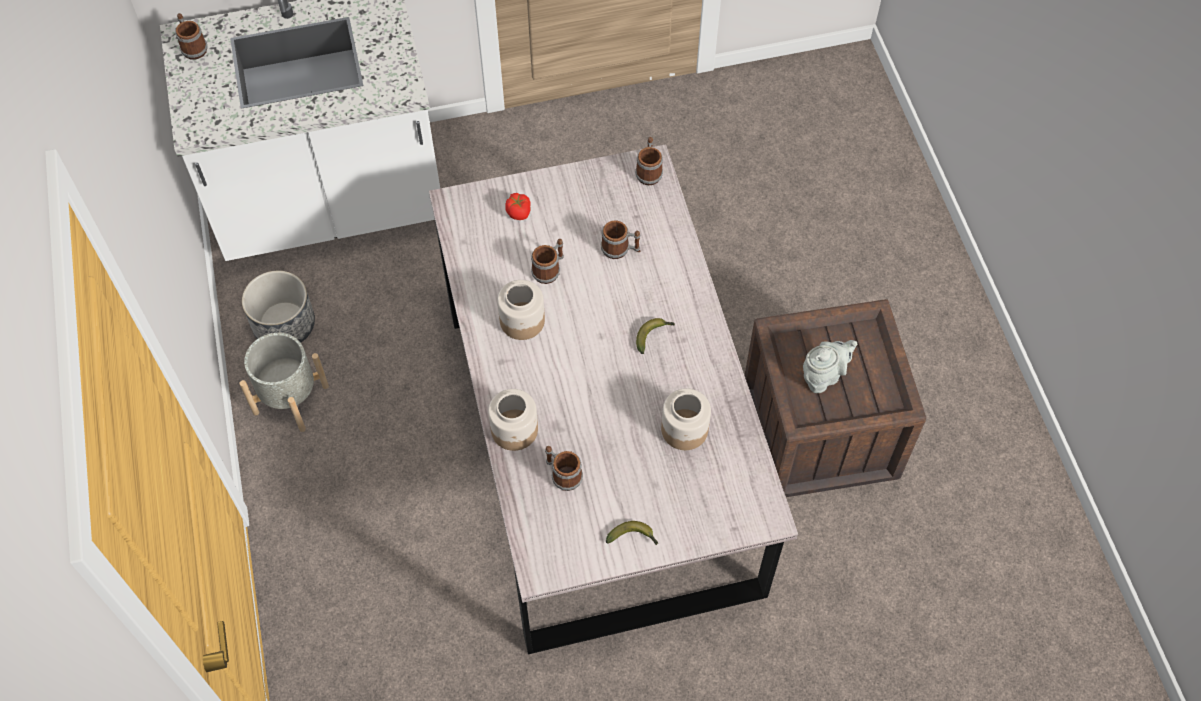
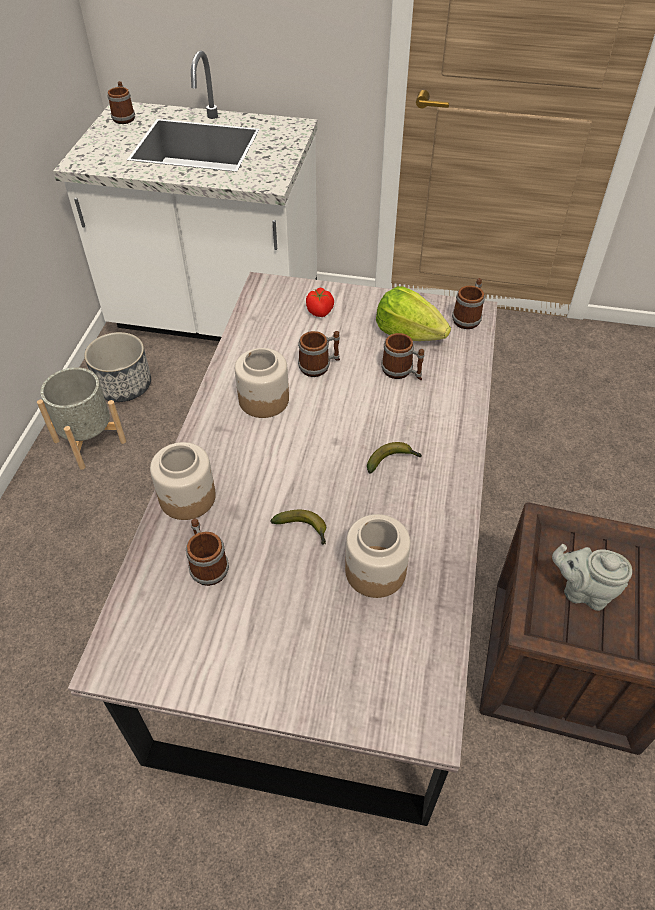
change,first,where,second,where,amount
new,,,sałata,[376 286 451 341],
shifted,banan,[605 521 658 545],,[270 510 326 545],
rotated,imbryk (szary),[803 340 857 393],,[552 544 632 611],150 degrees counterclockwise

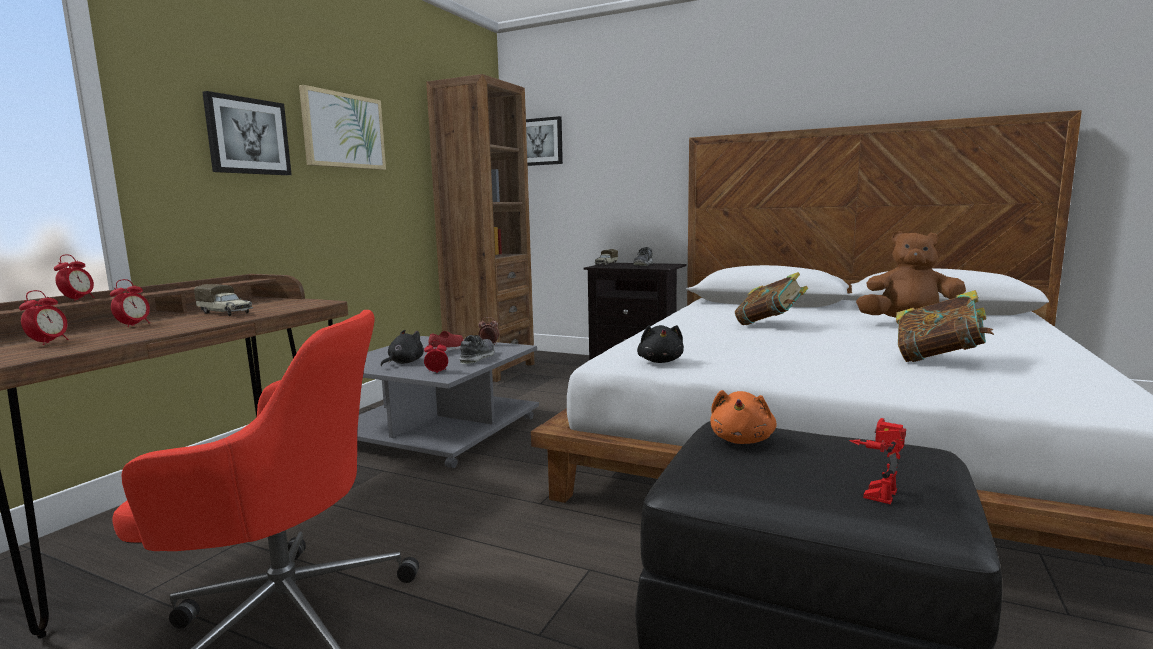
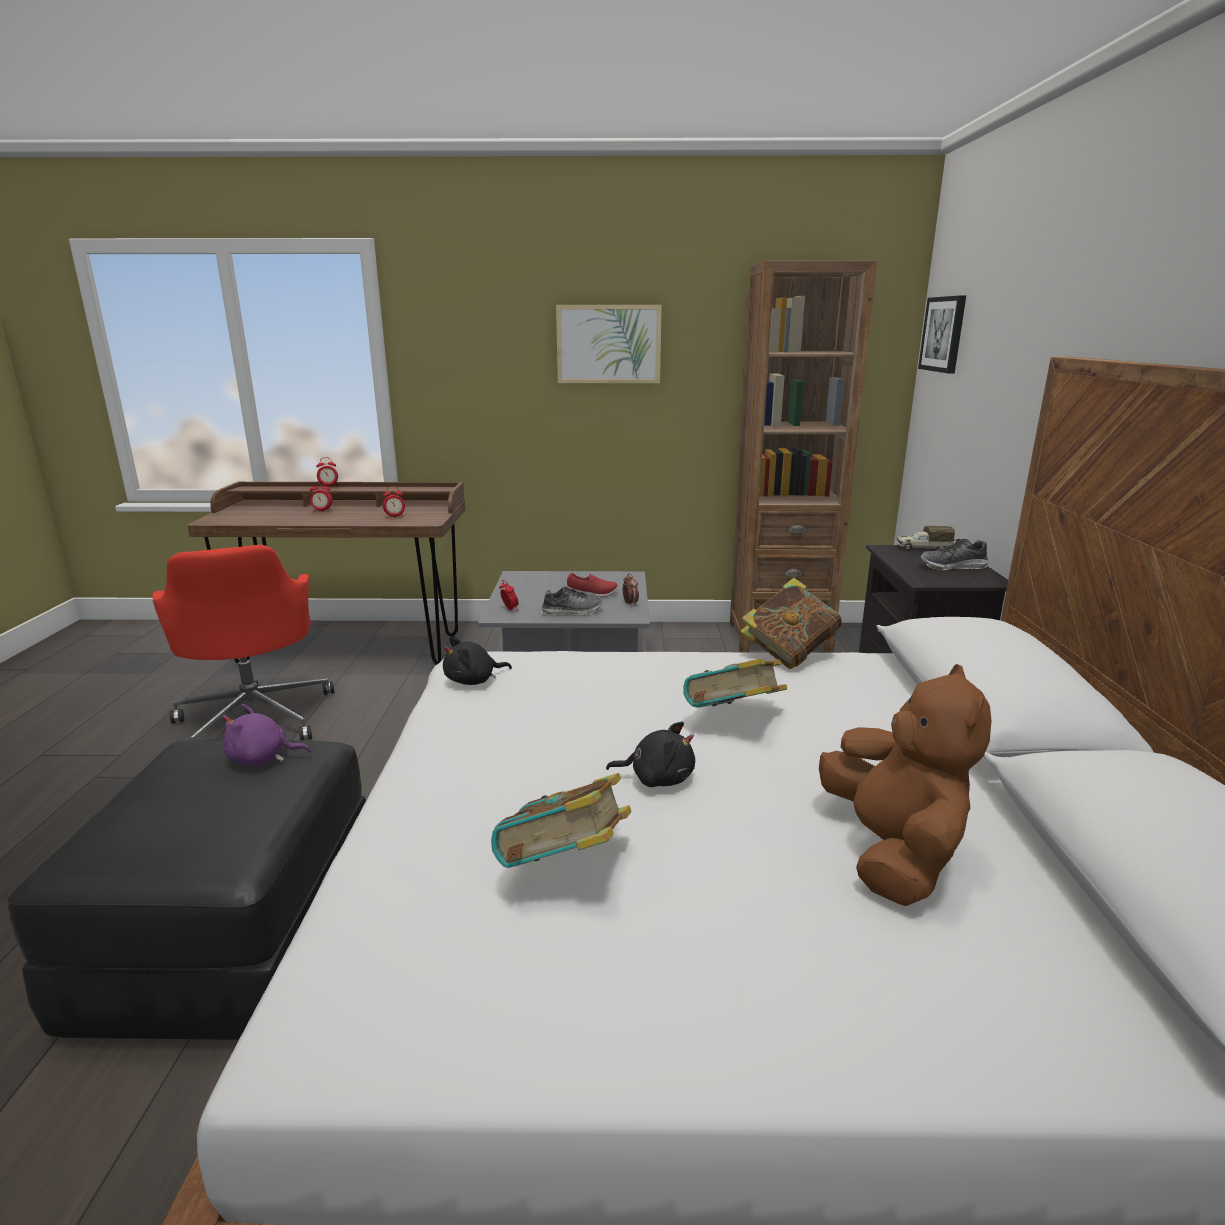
change,first,where,second,where,amount
gone,ciężarówka zabawkowa,[194 284 253 316],,,
gone,obraz,[202 91 292 175],,,
gone,robot zabawkowy,[849 418 906 504],,,
new,,,książka,[740 578 842 669],
shifted,budzik,[19 290 68 345],,[383 486 405 519],
shifted,pluszak (czarny),[380 330 424 366],,[606 721 695 787],
repainted,pluszak (pomarańczowy),[710 390 777 444],pluszak (fioletowy),[222 704 311 766],

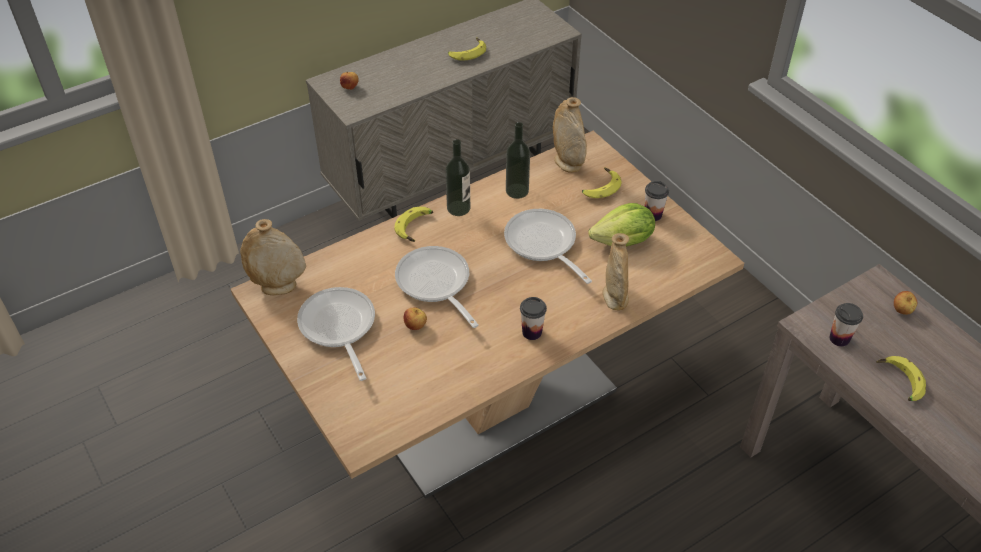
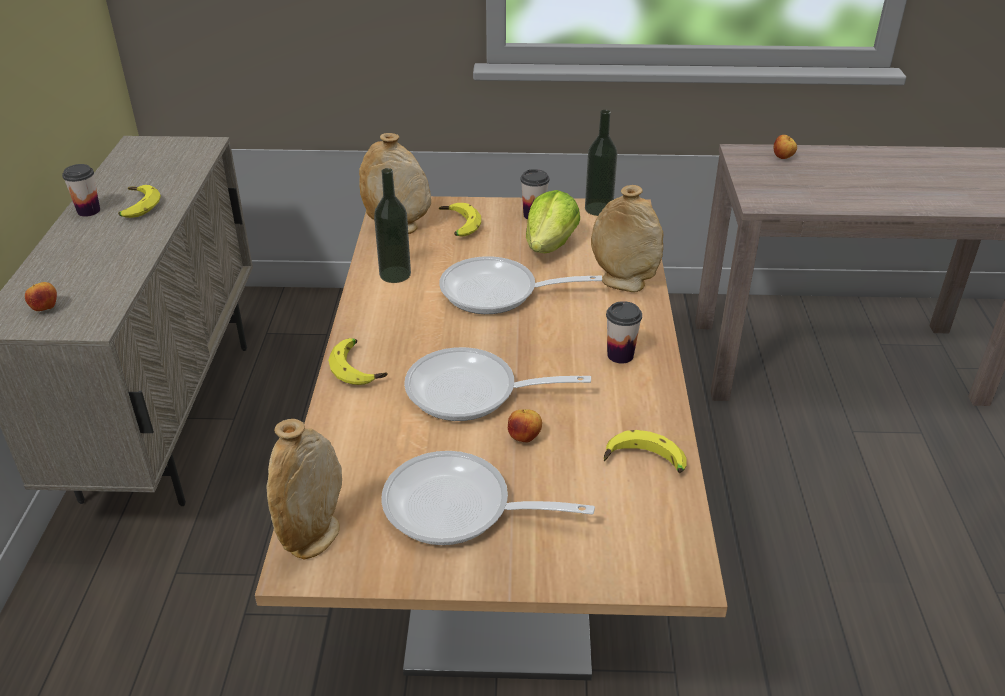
change,first,where,second,where,amount
shifted,butelka,[445 139 470 216],,[585 110 617 216],
shifted,filiżanka,[829 303 863 347],,[62 164 100 217],
shifted,banan,[876 356 926 401],,[604 430 687 473],

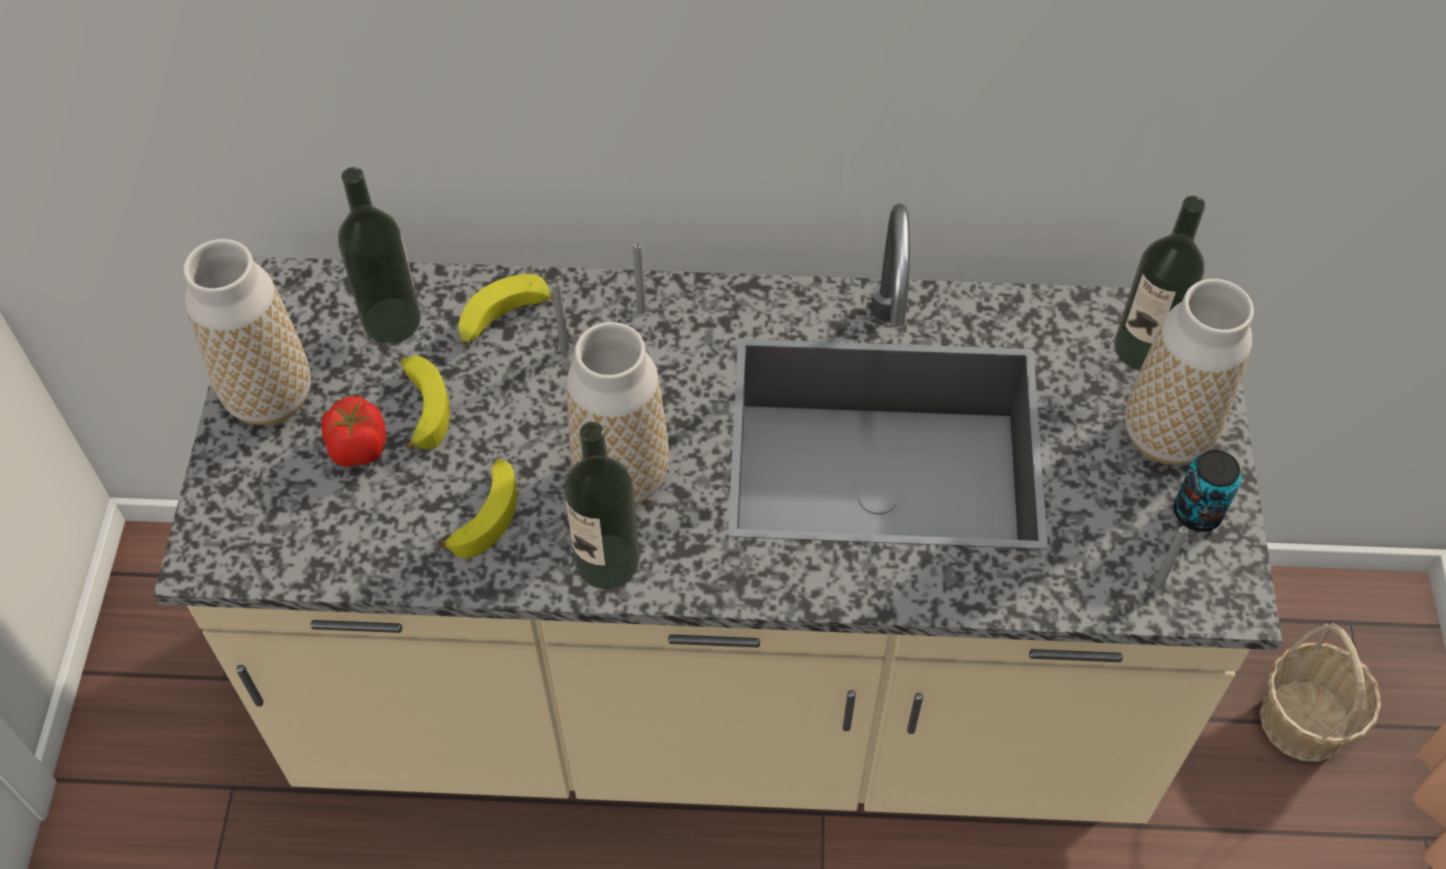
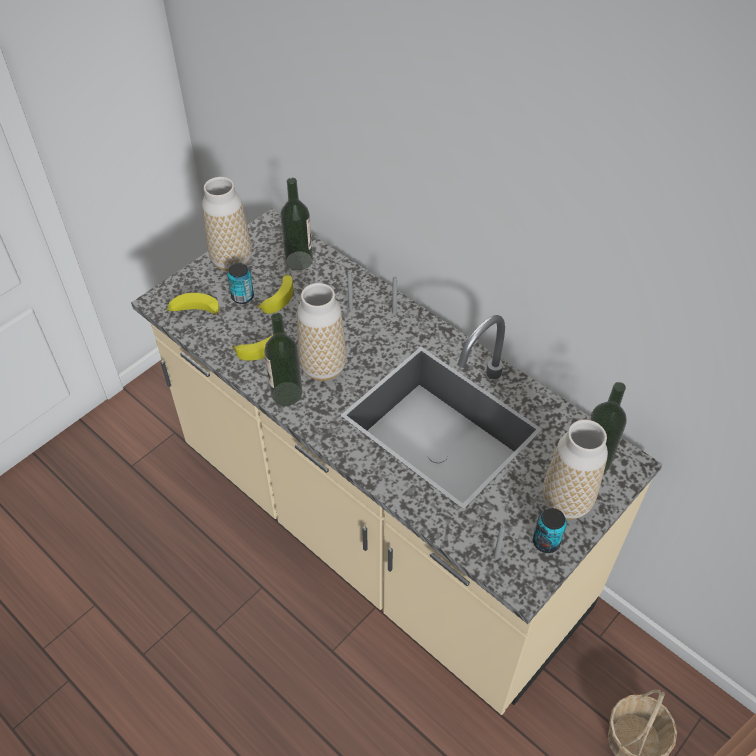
change,first,where,second,where,amount
shifted,banan,[458 274 554 345],,[167 293 220 315],
swapped,pomidor,[321 396 386 467],puszka,[227 263 254 304],

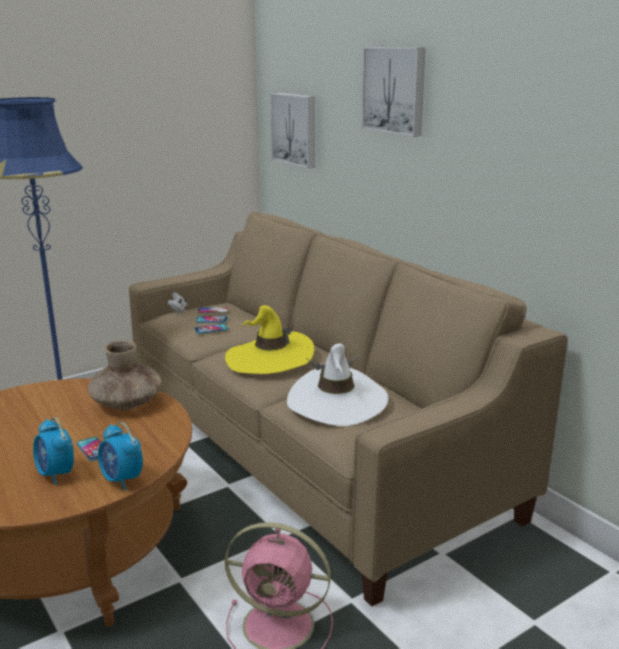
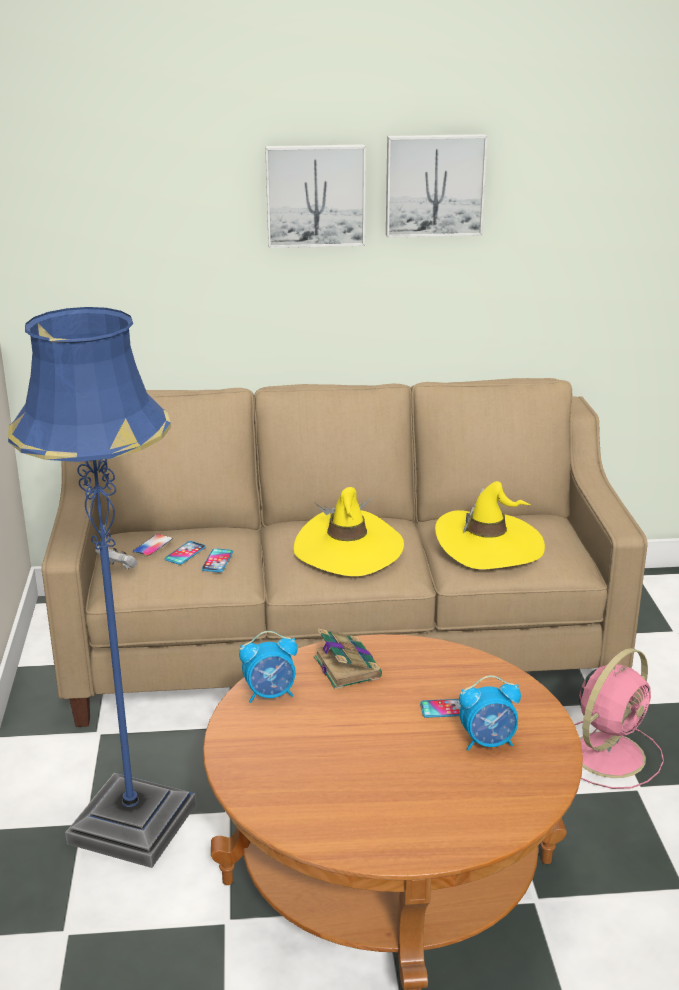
change,first,where,second,where,amount
shifted,budzik,[98 422 143 491],,[239 631 298 703],
shifted,obraz,[270 93 315 168],,[386 134 488 238],
swapped,wazon (brązowy),[88 340 162 410],książka,[314 628 382 689],
repainted,kapelusz (biały),[287 344 388 426],kapelusz (żółty),[435 481 545 569],

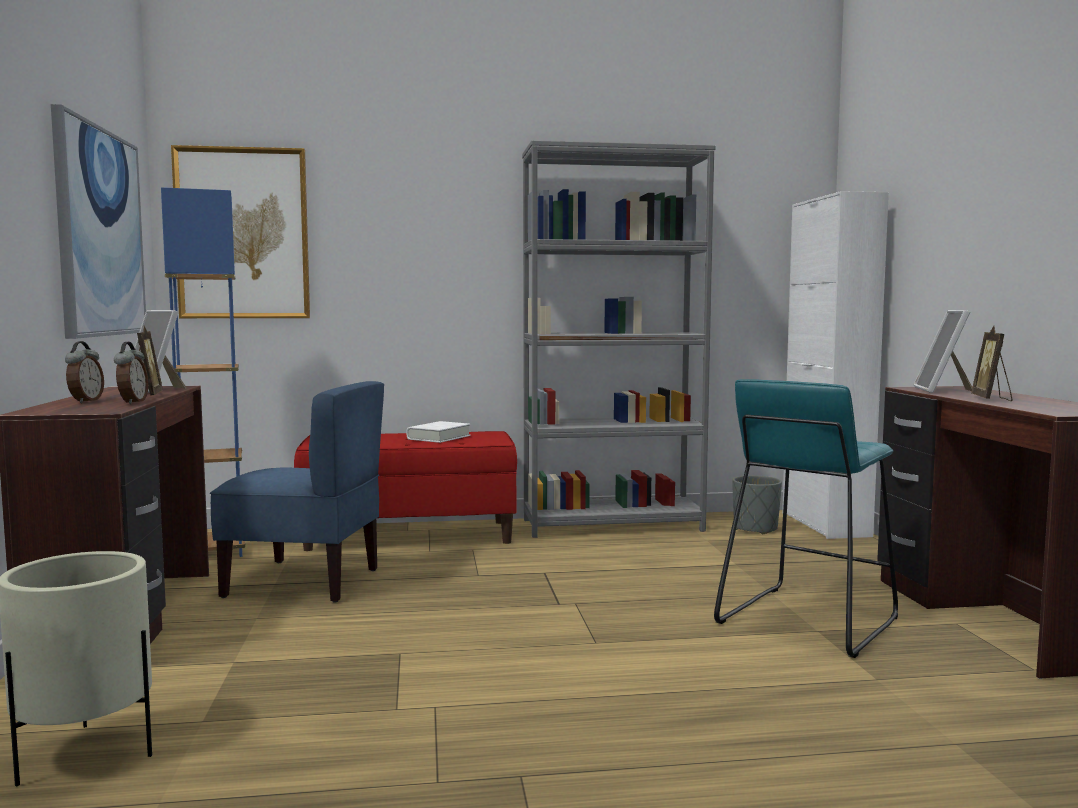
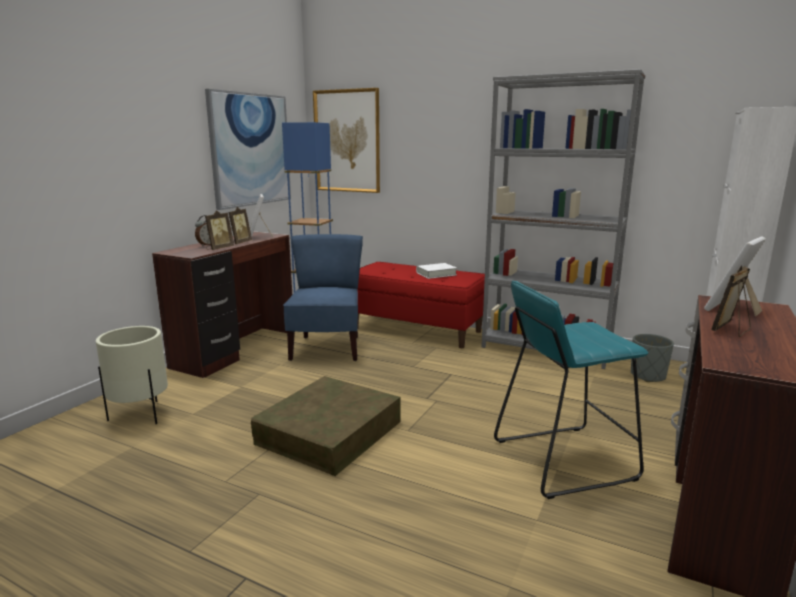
change,first,where,second,where,amount
new,,,pojemnik do przechowywania (brązowy),[251 376 401 476],
swapped,budzik,[114 342 148 404],ramka na zdjęcie,[205 210 234 250],
rotated,krzesło (niebieski),[210 381 384 603],,[283 234 363 361],135 degrees counterclockwise

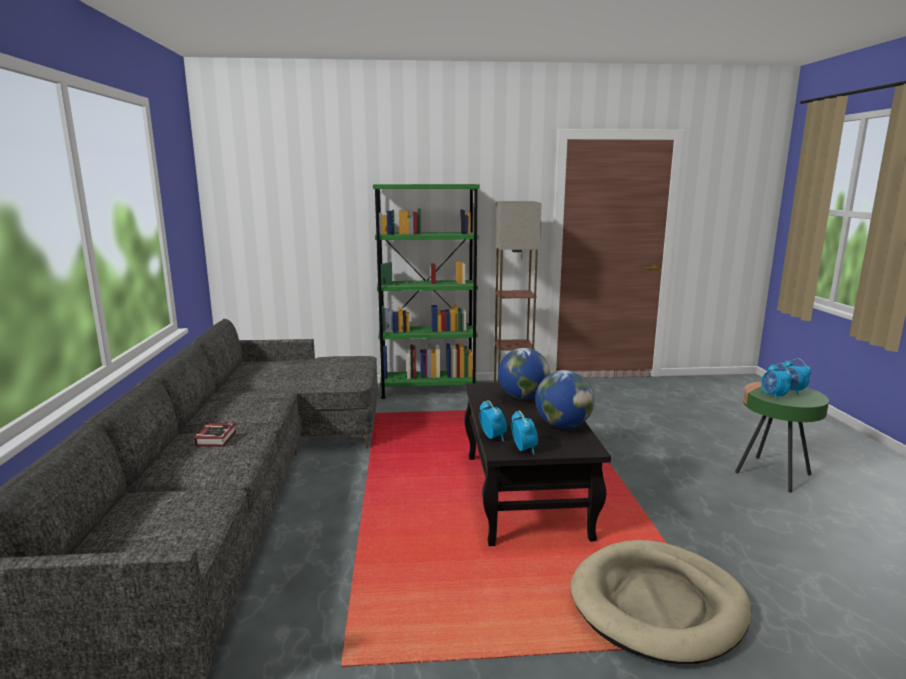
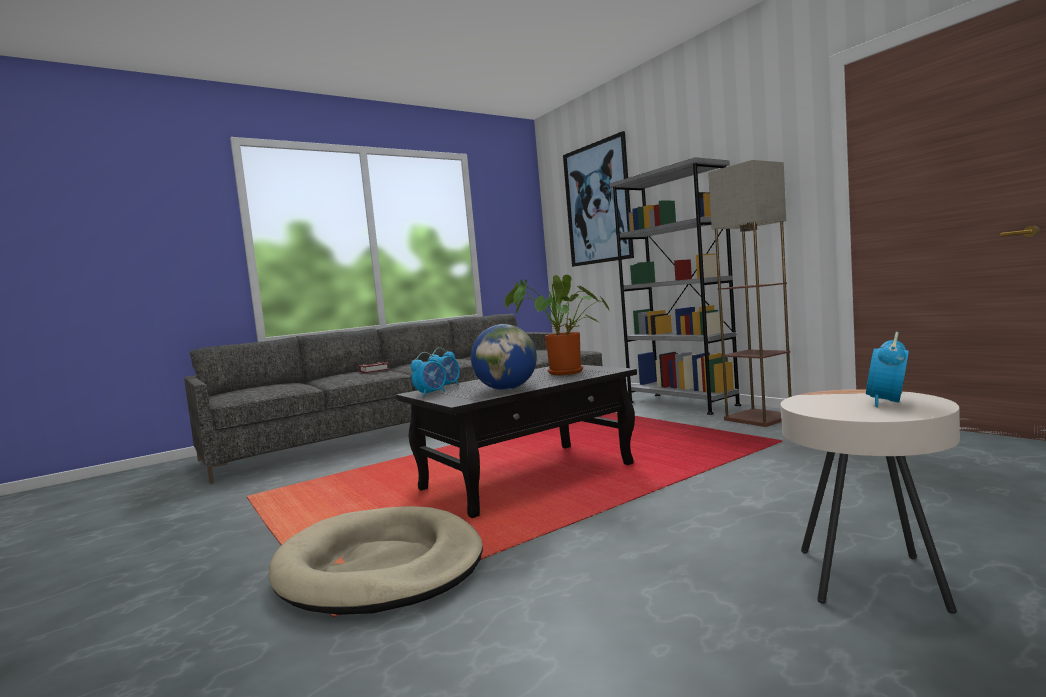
change,first,where,second,where,amount
gone,budzik,[761 363 792 400],,,
new,,,obraz,[563 131 634 267],
swapped,globus,[498 348 550 399],roślina doniczkowa,[504 275 610 375],
repainted,regał (zielony),[373 184 480 399],regał (szary),[610 157 741 415],
repainted,stolik (zielony),[735 382 829 493],stolik (beżowy),[780 389 960 614],

